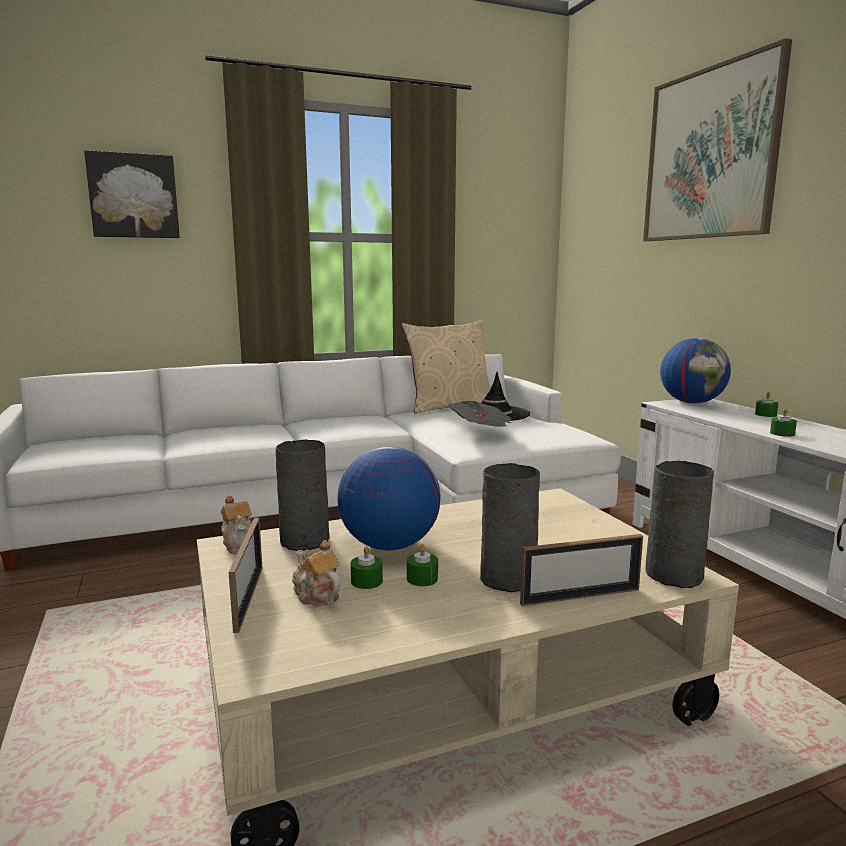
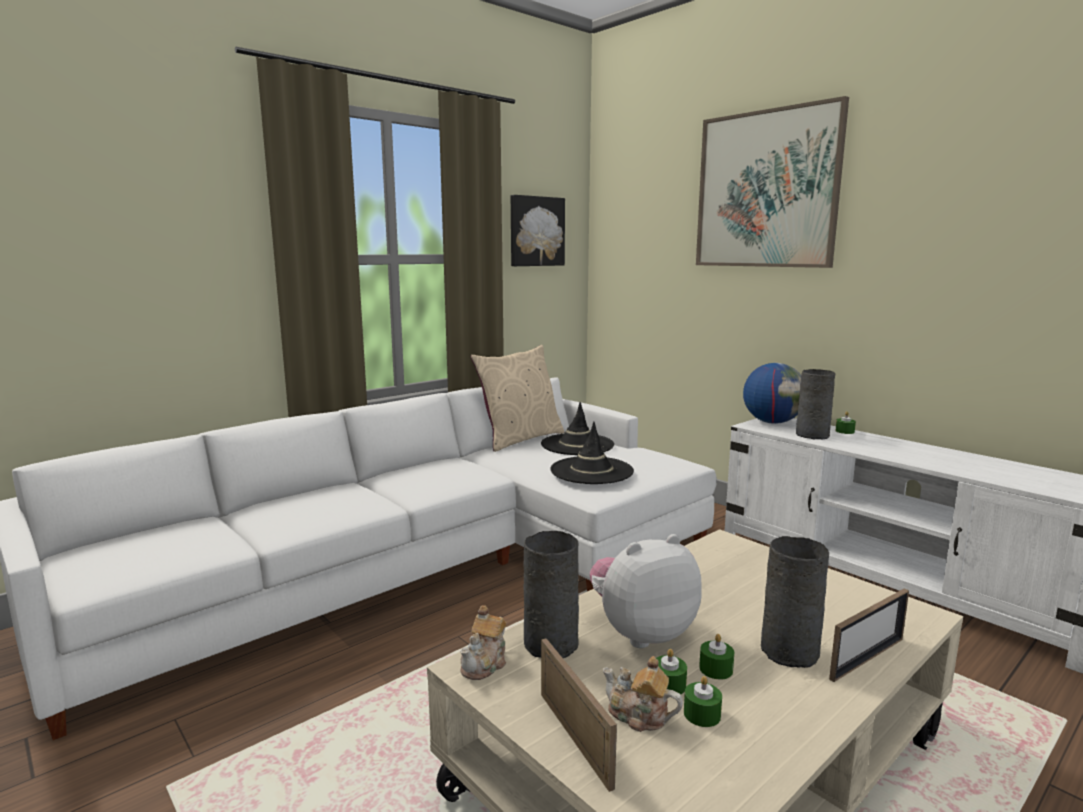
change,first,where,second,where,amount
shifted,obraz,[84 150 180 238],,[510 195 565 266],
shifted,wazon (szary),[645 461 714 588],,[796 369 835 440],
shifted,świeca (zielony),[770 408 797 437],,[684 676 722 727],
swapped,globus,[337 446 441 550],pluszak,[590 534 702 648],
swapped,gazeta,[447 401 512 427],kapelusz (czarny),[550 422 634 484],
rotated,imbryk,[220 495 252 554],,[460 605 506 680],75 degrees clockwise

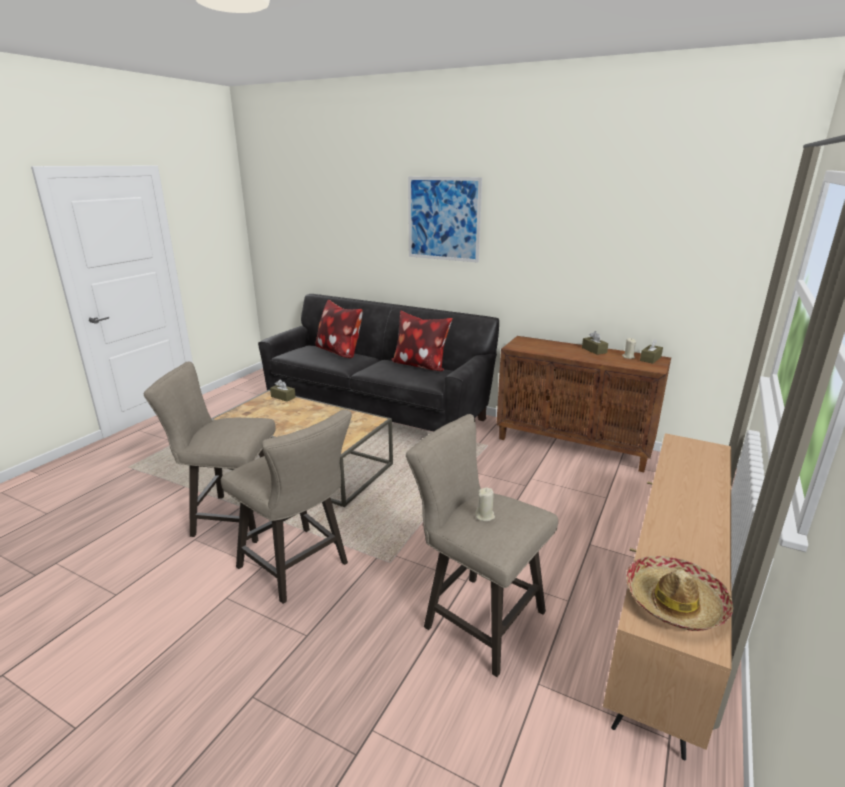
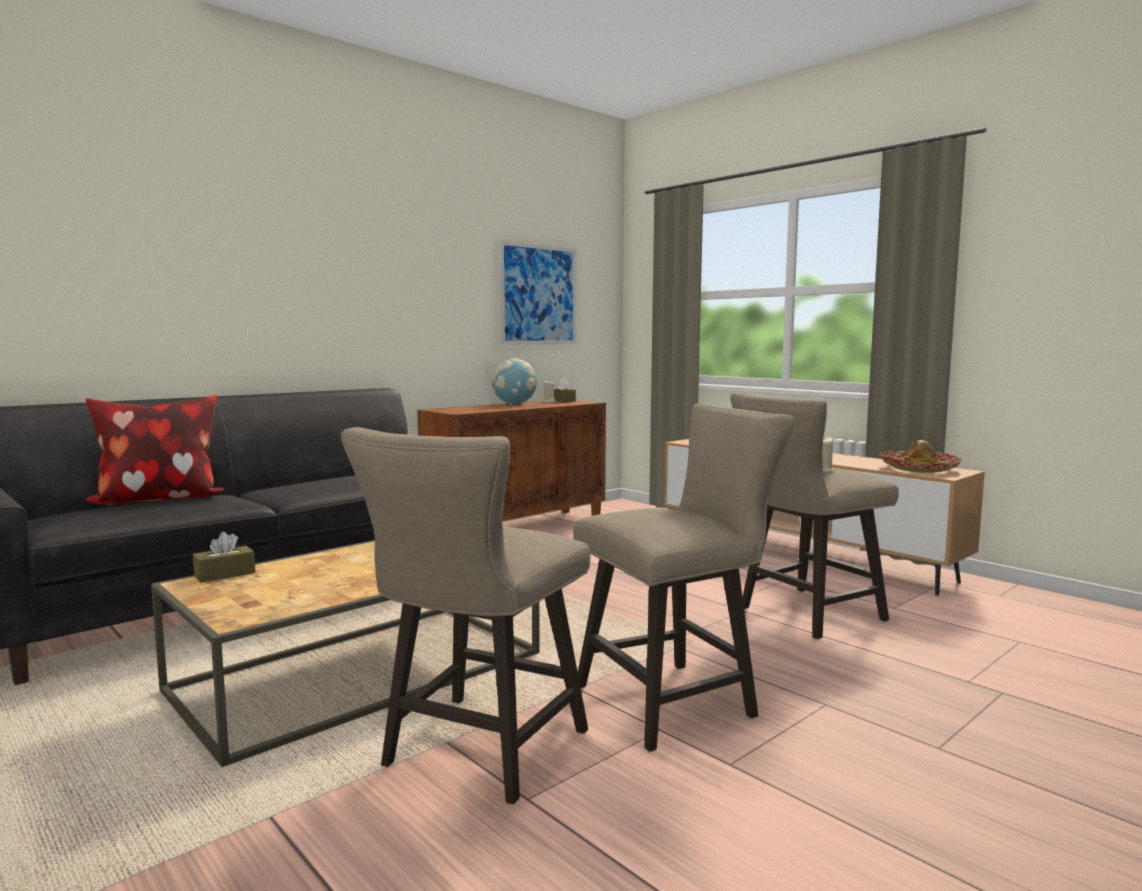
change,first,where,second,where,amount
gone,poduszka,[391 311 453 371],,,
shifted,obraz,[408 176 482 263],,[499 241 576 345],
swapped,pudełko chusteczek (brązowy),[582 331 608 355],globus,[492 358 537 405],

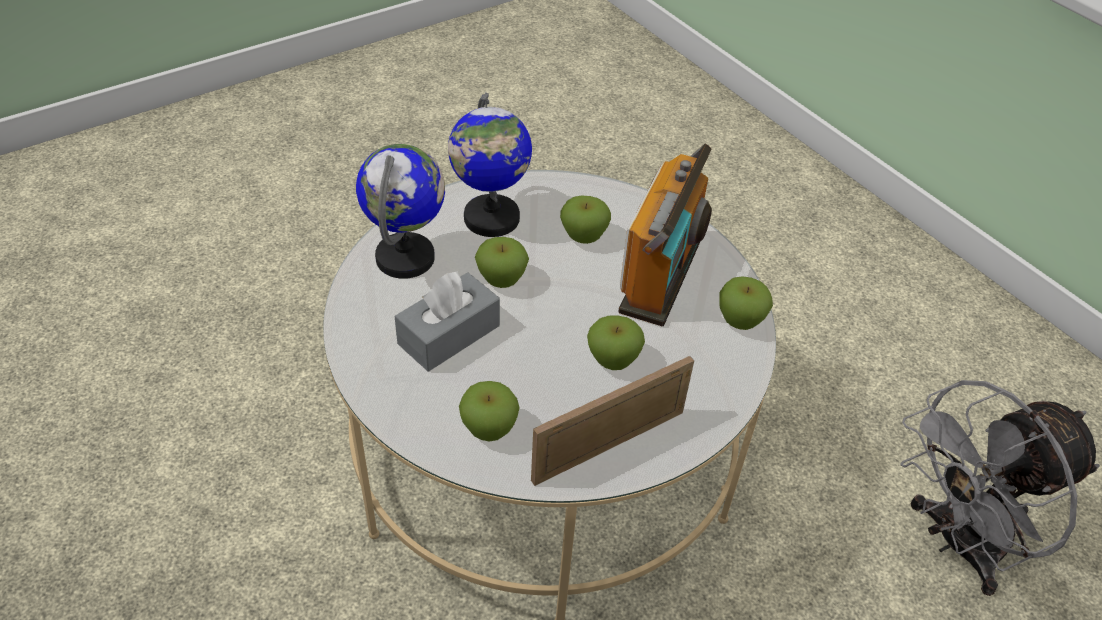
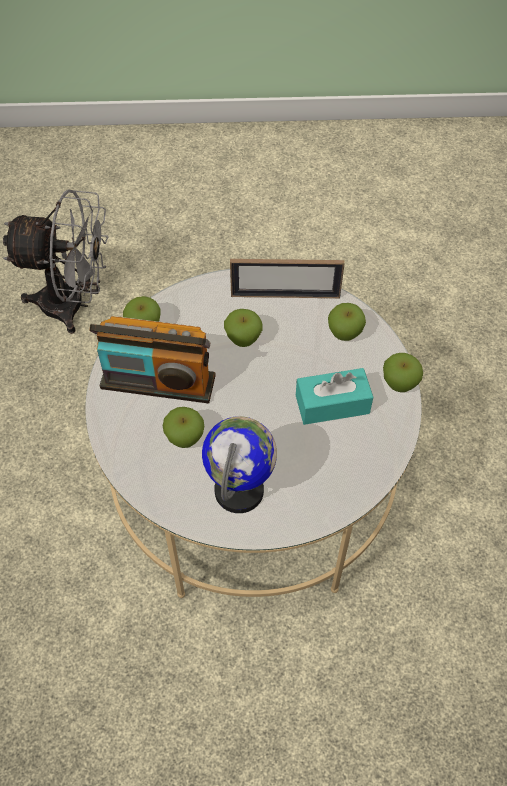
change,first,where,second,where,amount
gone,globus,[356 144 445 279],,,
shifted,jabłko,[475 237 529 288],,[383 353 423 392],
repainted,pudełko chusteczek (szary),[395 271 500 371],pudełko chusteczek (turkusowy),[296 368 373 425],
rotated,radio,[618 144 712 326],,[89 316 216 403],135 degrees counterclockwise

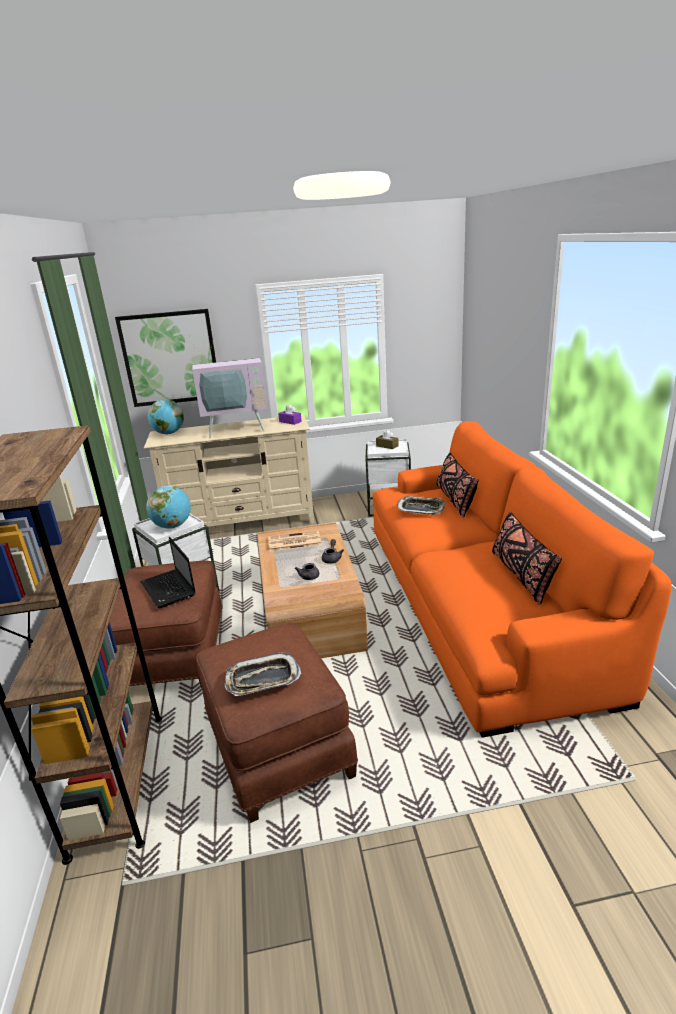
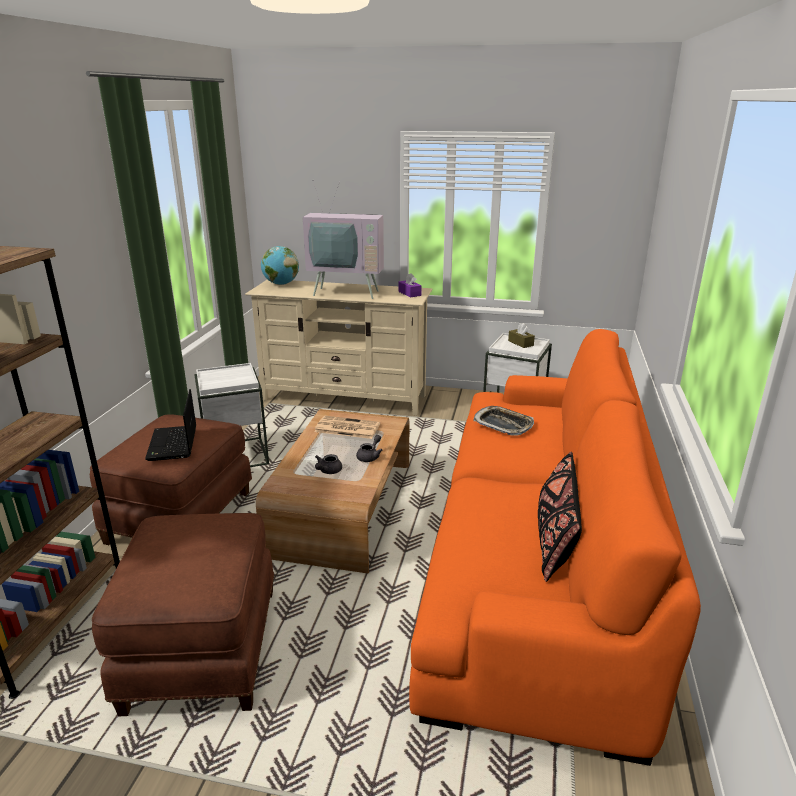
change,first,where,second,where,amount
gone,obraz,[115 309 216 407],,,
gone,globus,[146 486 191 529],,,
gone,taca,[224 652 301 696],,,
gone,poduszka (czarny),[436 453 478 518],,,

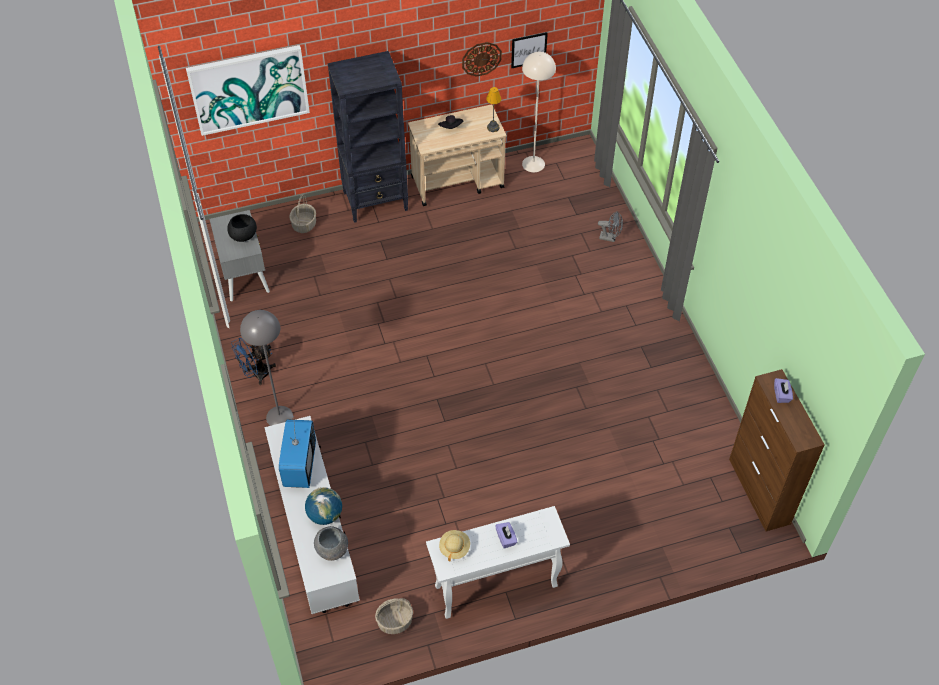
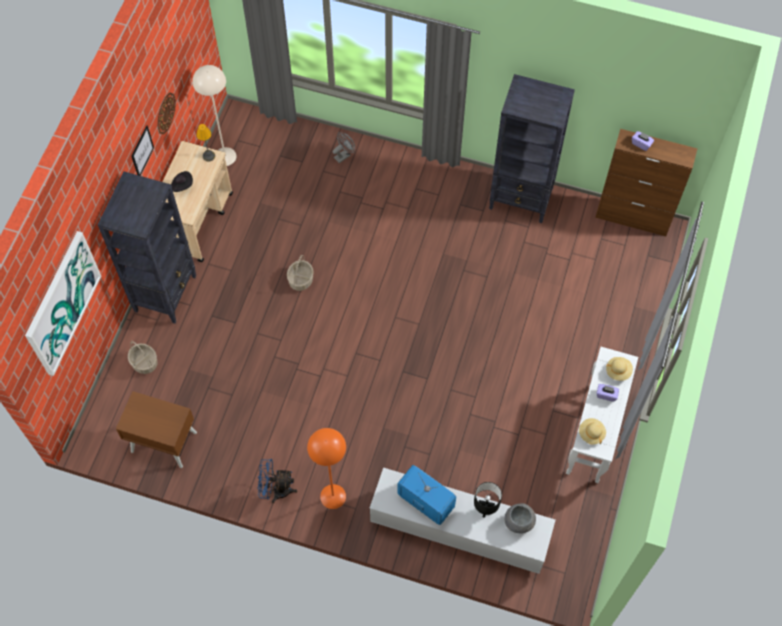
change,first,where,second,where,amount
gone,miska (czarny),[227 214 257 242],,,
new,,,regał (czarny),[489 74 575 223],
new,,,kapelusz (beżowy),[606 357 633 381],
shifted,koszyk,[375 598 413 634],,[287 255 314 291],
shifted,obraz,[511 32 548 68],,[131 125 154 176],
swapped,globus,[305 487 342 525],lampa stołowa (czarny),[474 482 502 518],
repainted,szafka nocna (szary),[209 210 270 301],szafka nocna (brązowy),[116 391 197 468],
repainted,lampa stojąca (szary),[240 310 293 426],lampa stojąca (pomarańczowy),[307 428 346 509],
rotated,wentylator (niebieski),[231 338 276 385],,[257 459 298 503],90 degrees clockwise

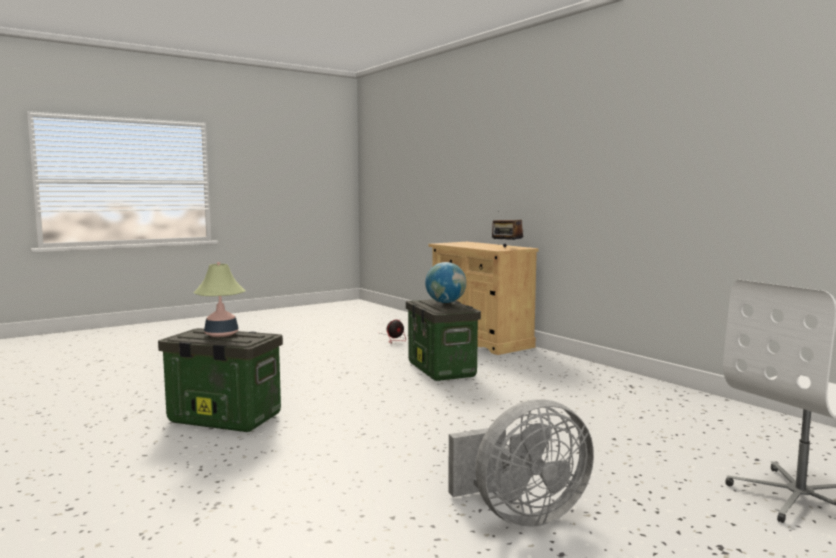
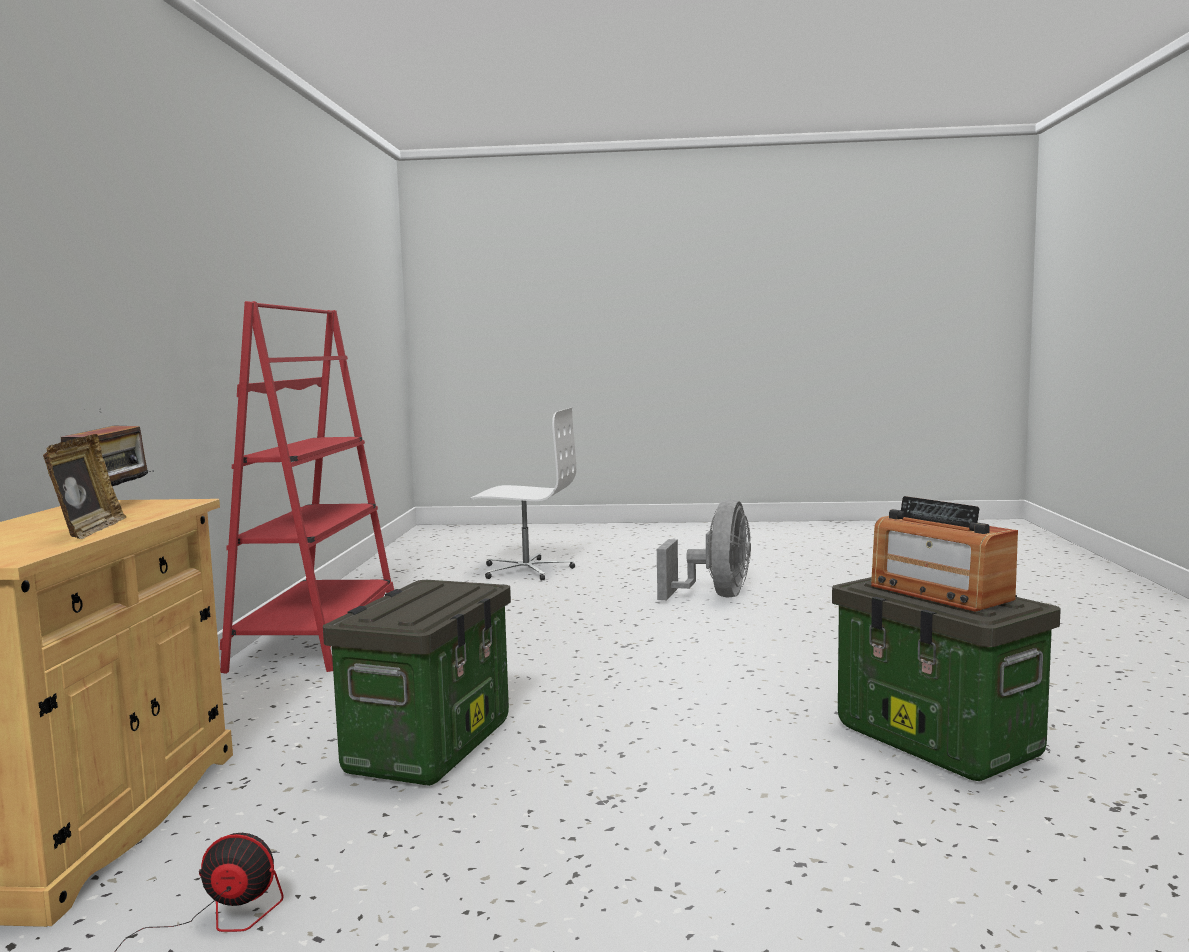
change,first,where,second,where,amount
gone,globus,[425 262 466 303],,,
new,,,ramka na zdjęcie,[43 434 126 539],
new,,,regał (czerwony),[220 301 394 674],
swapped,lampa stołowa,[193 262 245 337],radio,[871 496 1018 612],
rotated,wentylator (szary),[448 399 594 527],,[657 499 751 600],90 degrees clockwise

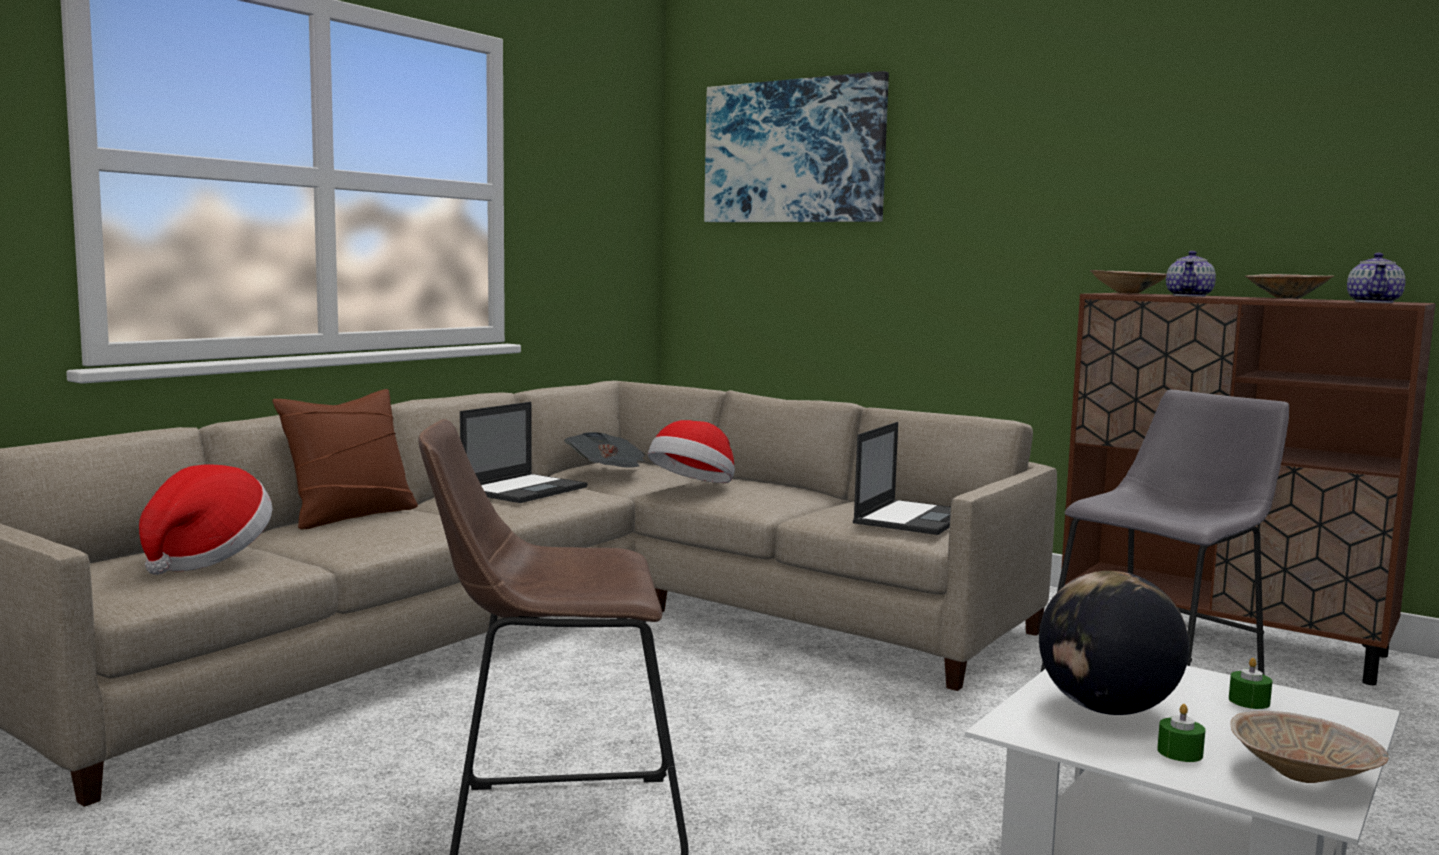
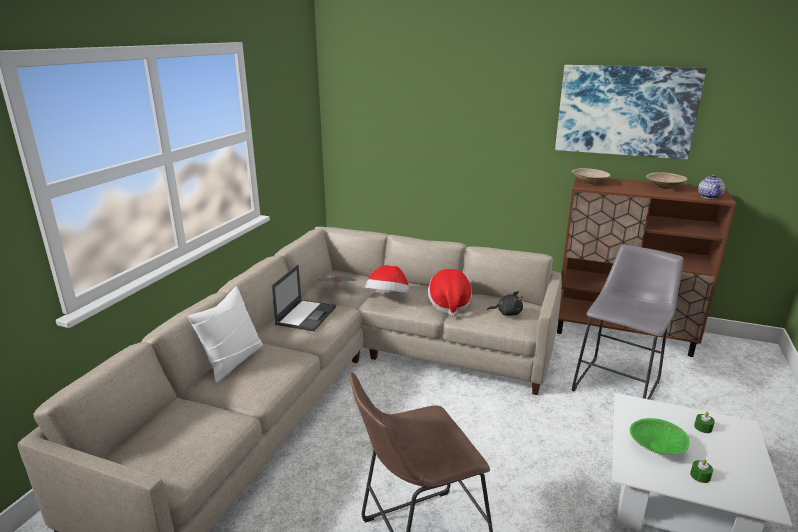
change,first,where,second,where,amount
gone,imbryk,[1166 251 1216 297],,,
gone,miska (beżowy),[1230 711 1389 783],,,
shifted,kapelusz,[139 465 272 575],,[428 269 472 317],
shifted,obraz,[704 71 889 222],,[555 65 707 159],
swapped,laptop,[853 422 951 535],pluszak (czarny),[487 291 523 316],
swapped,globus,[1039 571 1189 715],miska (zielony),[630 418 690 455],
repainted,poduszka (brązowy),[272 389 418 529],poduszka (biały),[188 286 263 383],

